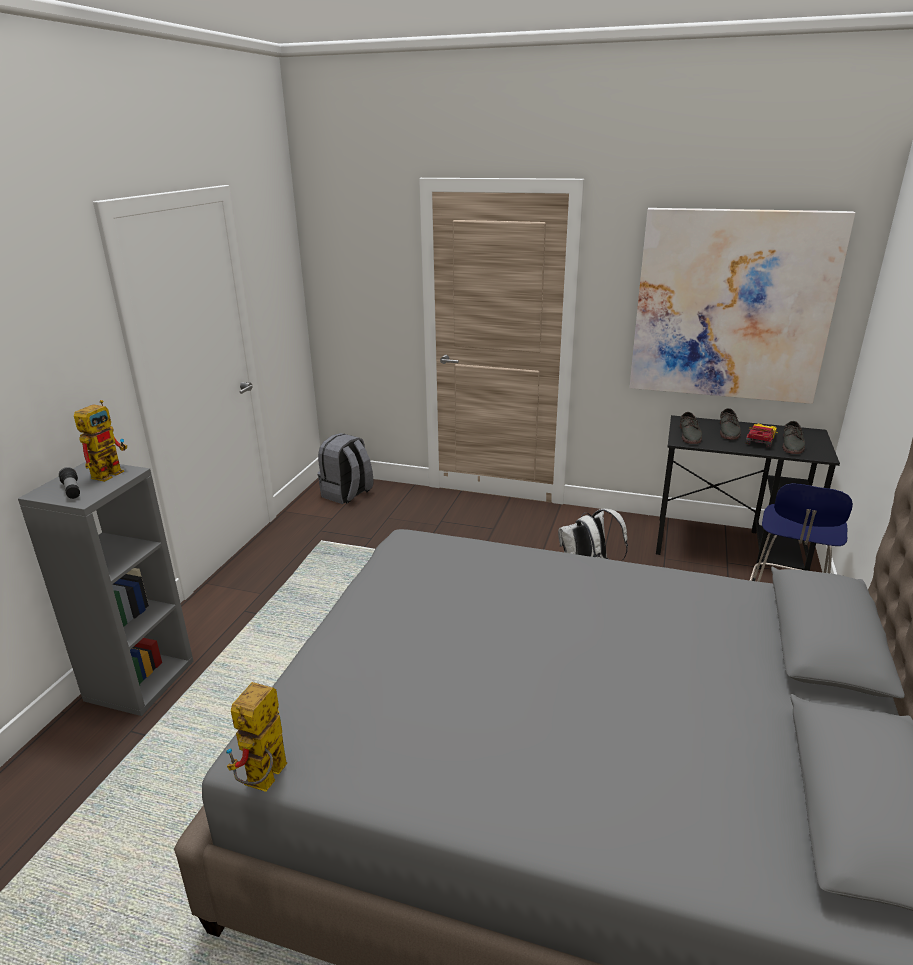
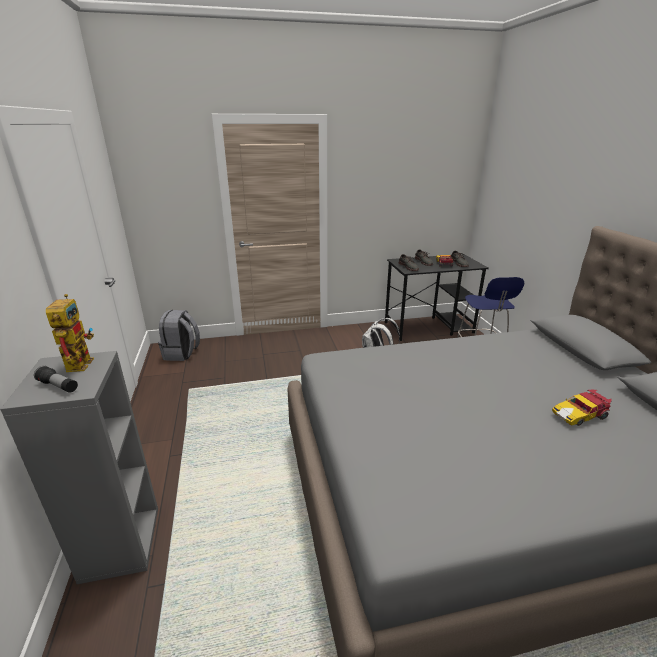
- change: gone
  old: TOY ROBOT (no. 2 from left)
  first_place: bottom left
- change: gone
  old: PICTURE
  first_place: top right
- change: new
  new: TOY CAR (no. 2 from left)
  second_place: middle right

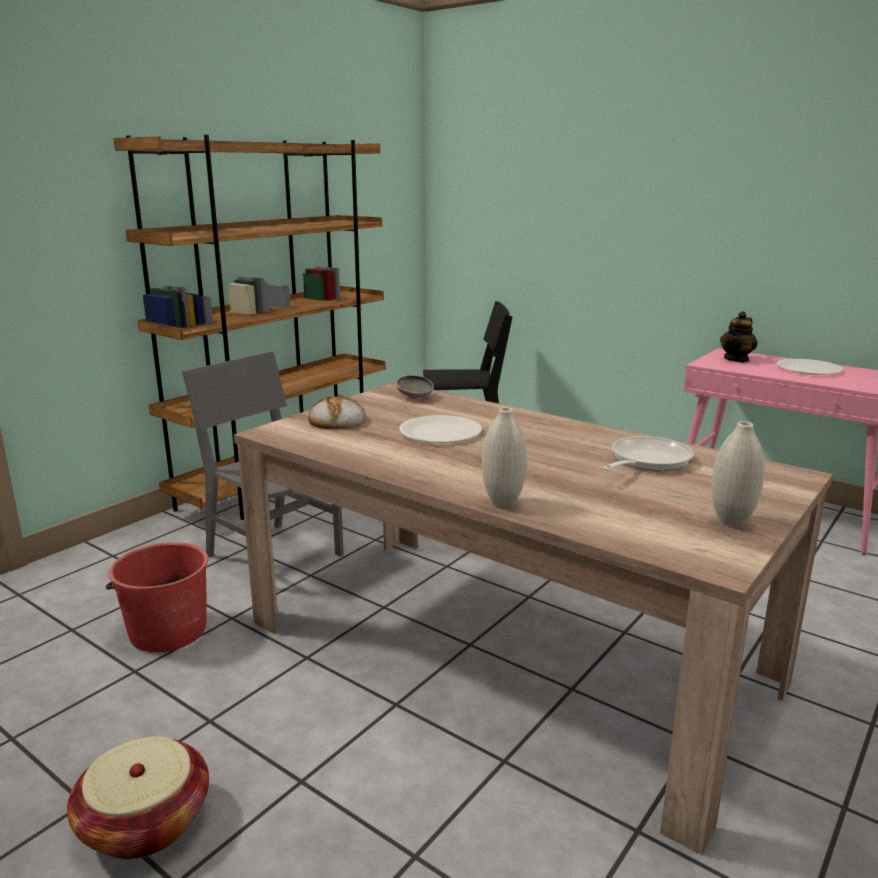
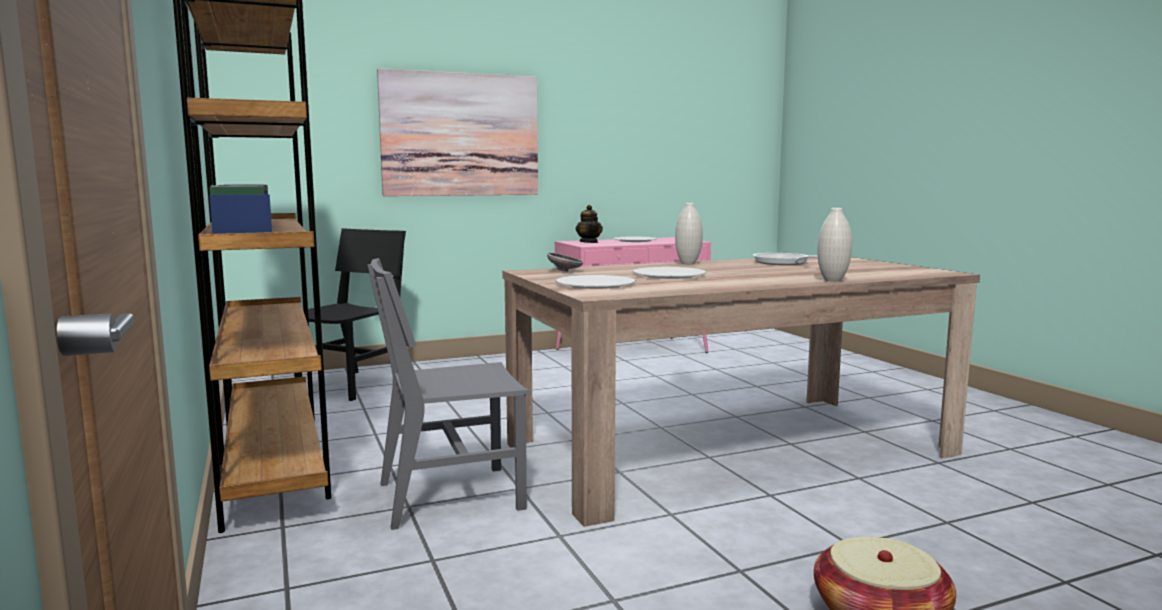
- change: gone
  old: RED BUCKET
  first_place: bottom left
- change: new
  new: PICTURE
  second_place: top centre
- change: shifted
  old: WHITE VASE (no. 2 from left in the first image)
  new: WHITE VASE (no. 1 from left)
  first_place: middle right
  second_place: centre
- change: swapped
  old: BREAD
  new: WHITE PLATE (no. 1 from left)
  first_place: centre
  second_place: centre

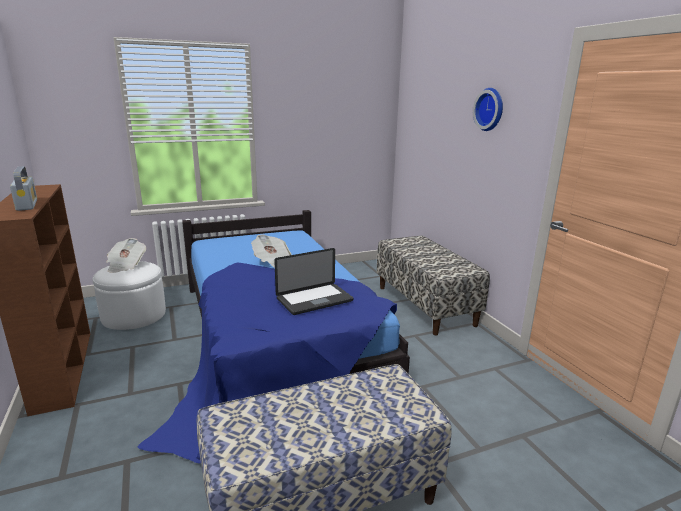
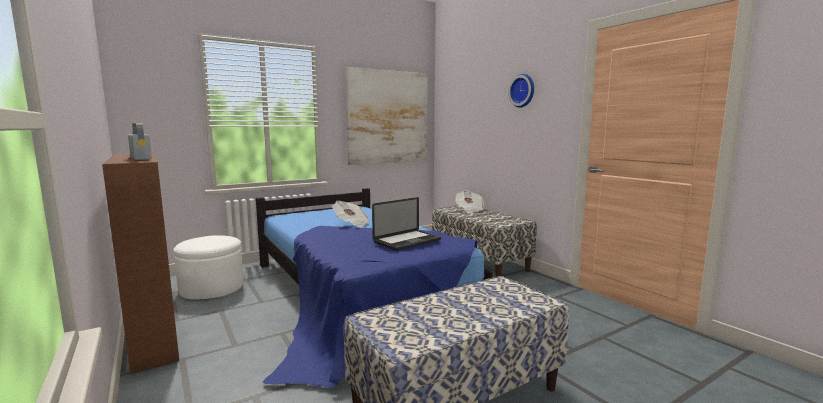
- change: new
  new: PICTURE
  second_place: top centre
- change: shifted
  old: NEWSPAPER (no. 1 from left in the first image)
  new: NEWSPAPER (no. 2 from left)
  first_place: middle left
  second_place: centre

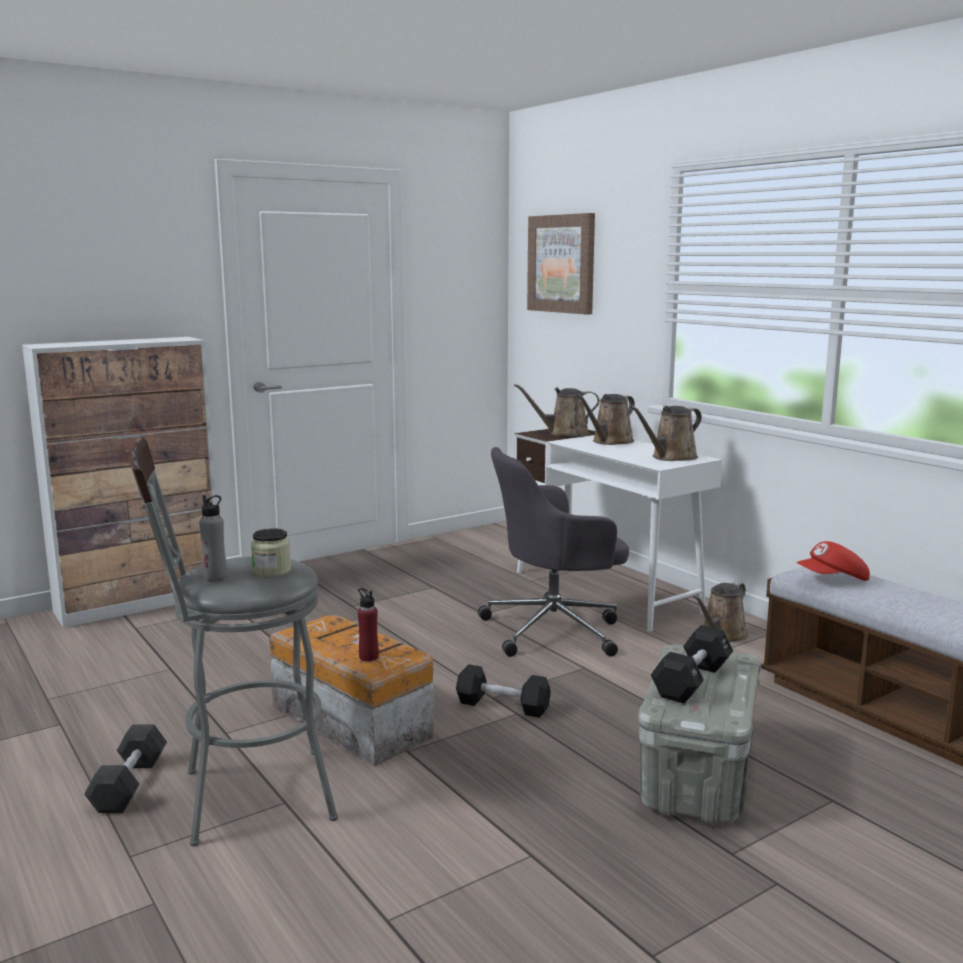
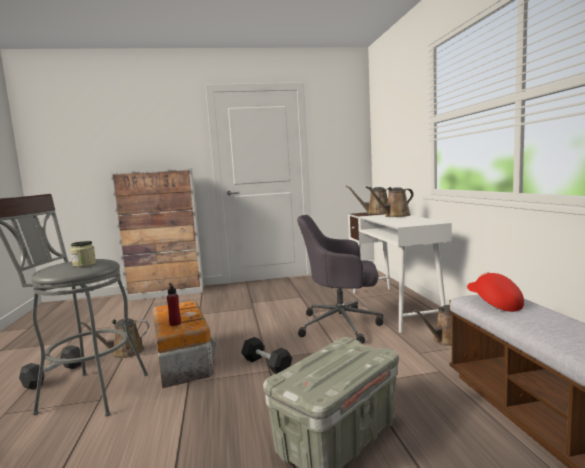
- change: gone
  old: GREY BOTTLE
  first_place: middle left
- change: gone
  old: PICTURE
  first_place: top centre
- change: gone
  old: BLACK DUMBBELL (no. 3 from left)
  first_place: bottom right
- change: shifted
  old: BROWN WATERING CAN (no. 3 from left in the first image)
  new: BROWN WATERING CAN (no. 1 from left)
  first_place: middle right
  second_place: bottom left
- change: rotated
  old: RED CAP
  first_place: middle right
  second_place: middle right
  degrees: 60

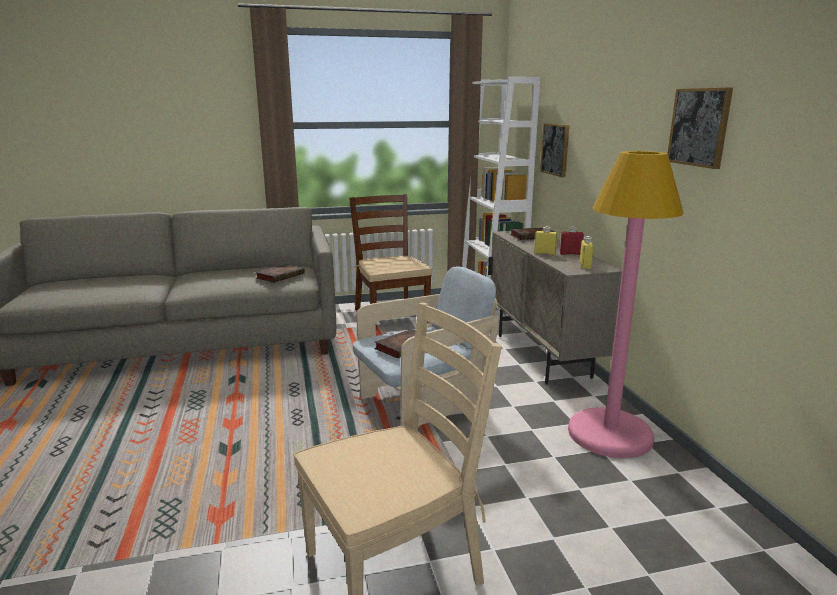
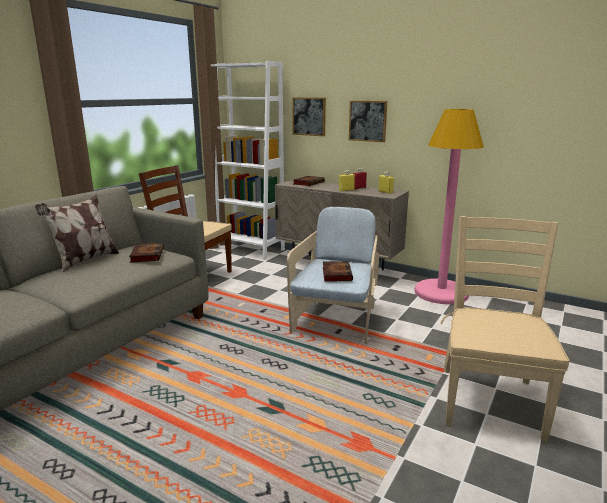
- change: new
  new: PILLOW
  second_place: middle left
- change: shifted
  old: PICTURE (no. 2 from left)
  first_place: top right
  second_place: top centre

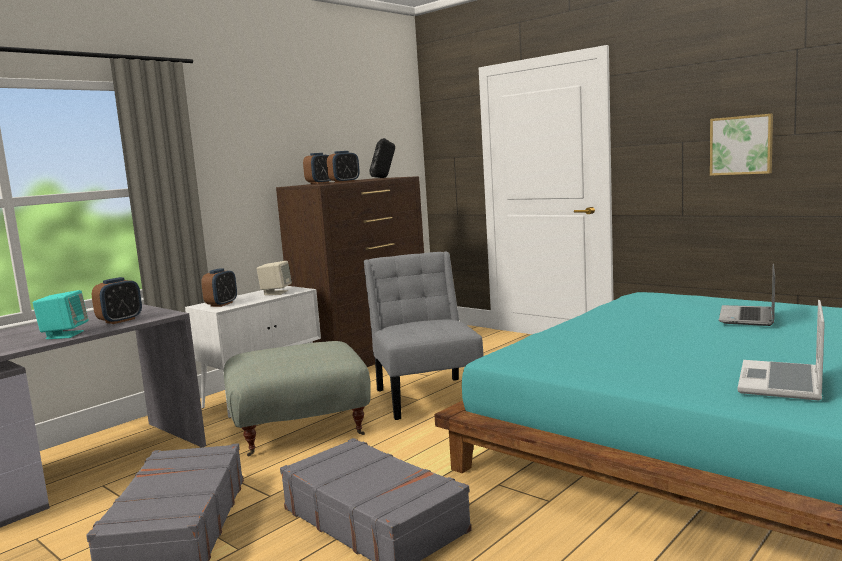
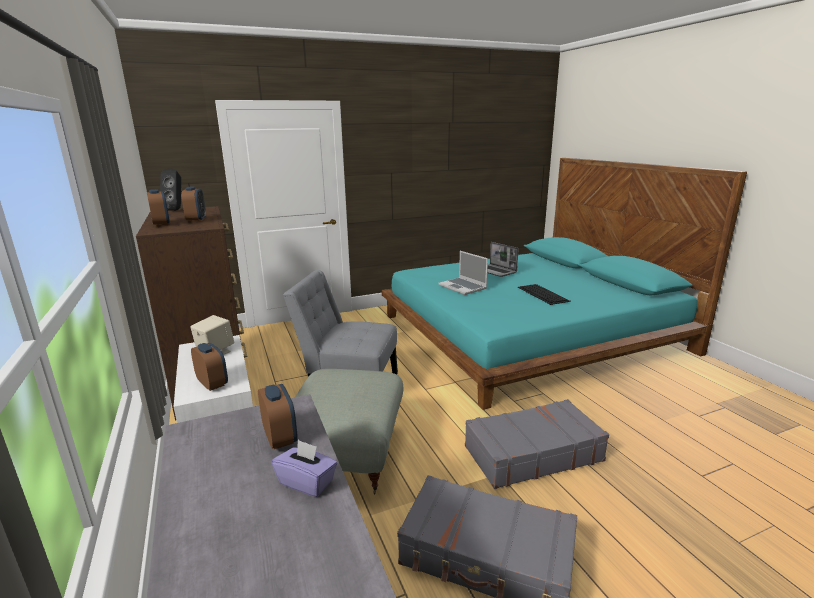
- change: gone
  old: PICTURE
  first_place: top right
- change: new
  new: KEYBOARD
  second_place: middle right
- change: shifted
  old: LAPTOP (no. 2 from left in the first image)
  new: LAPTOP (no. 1 from left)
  first_place: middle right
  second_place: centre
- change: swapped
  old: TURQUOISE SPEAKER
  new: PURPLE TISSUE BOX
  first_place: middle left
  second_place: bottom centre

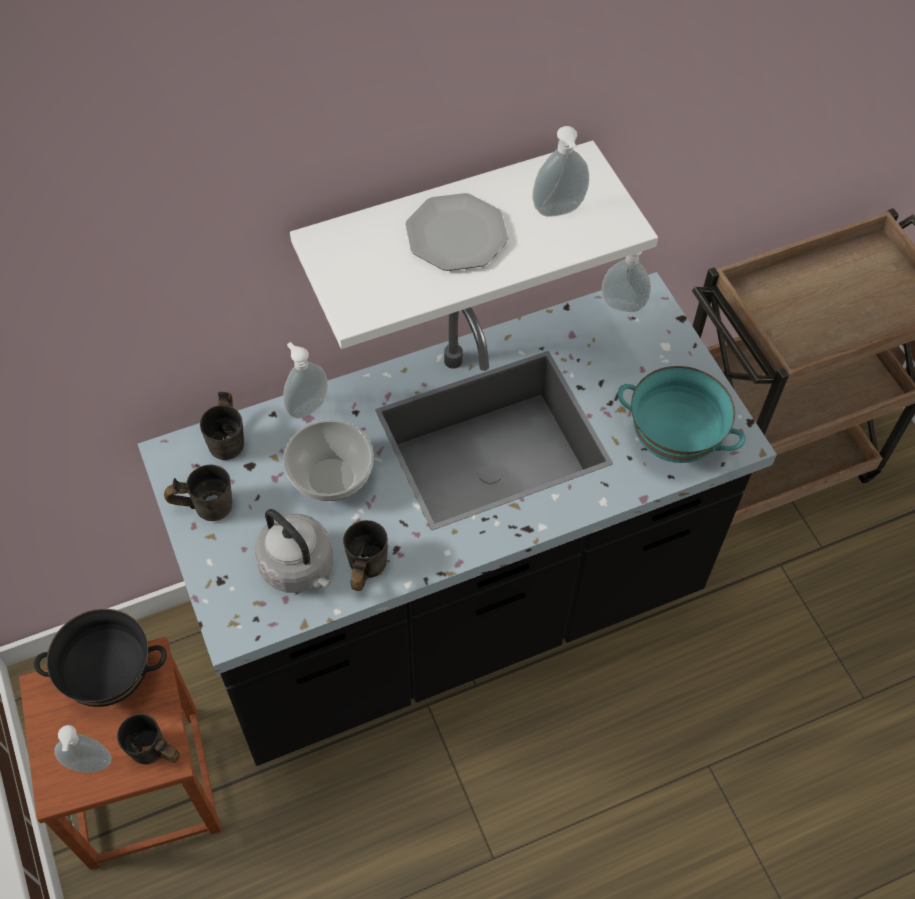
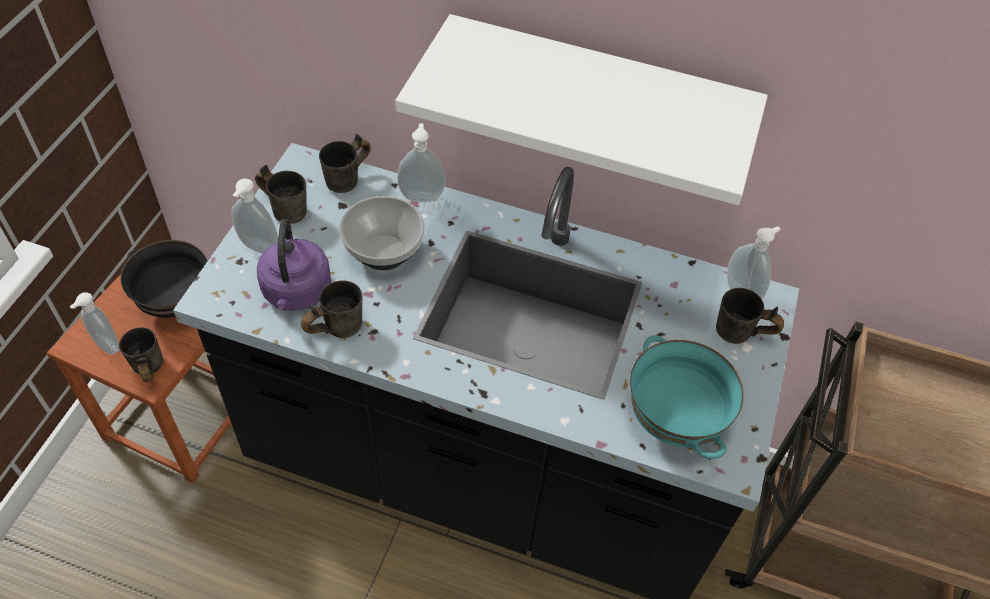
- change: gone
  old: PLATE
  first_place: top centre
- change: new
  new: GREY MUG (no. 5 from left)
  second_place: middle right
- change: shifted
  old: SOAP DISPENSER (no. 3 from left in the first image)
  new: SOAP DISPENSER (no. 2 from left)
  first_place: top centre
  second_place: middle left
- change: repainted
  old: GREY KETTLE
  new: PURPLE KETTLE
  first_place: middle left
  second_place: middle left

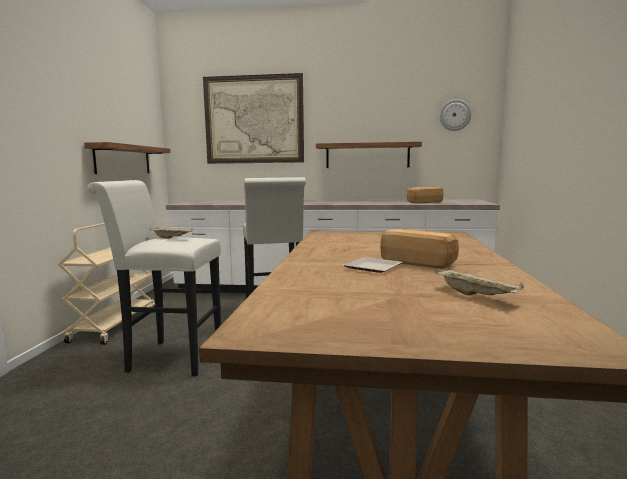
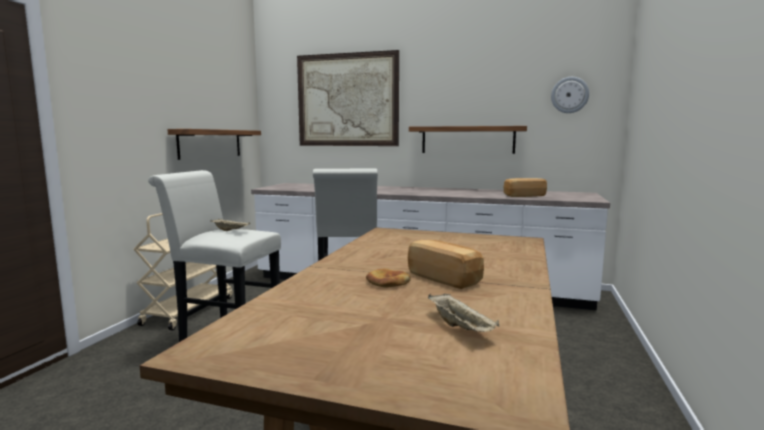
- change: swapped
  old: PLATE
  new: BREAD (no. 1 from left)
  first_place: centre
  second_place: centre

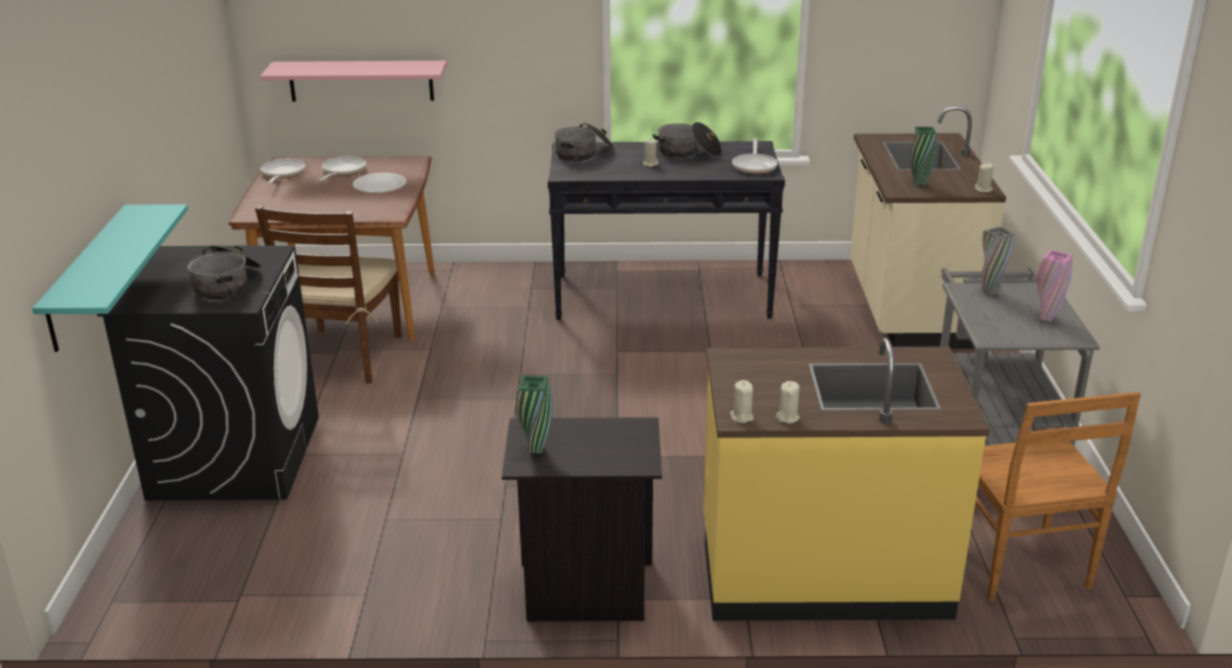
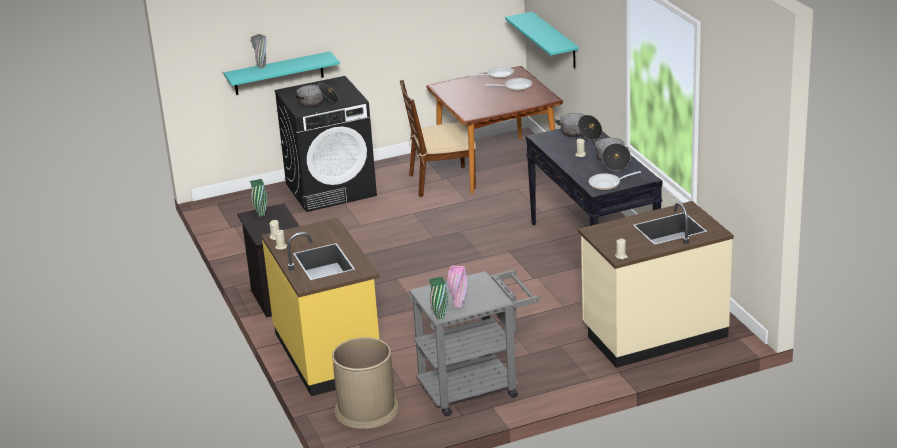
- change: gone
  old: WHITE PLATE
  first_place: top left
- change: shifted
  old: GREEN VASE (no. 2 from left)
  first_place: top right
  second_place: centre
- change: shifted
  old: GREY VASE
  first_place: middle right
  second_place: top left
- change: swapped
  old: BROWN CHAIR (no. 2 from left)
  new: BROWN TRASH CAN
  first_place: bottom right
  second_place: bottom centre
- change: repainted
  old: PINK SHELF
  new: TURQUOISE SHELF (no. 2 from left)
  first_place: top left
  second_place: top centre

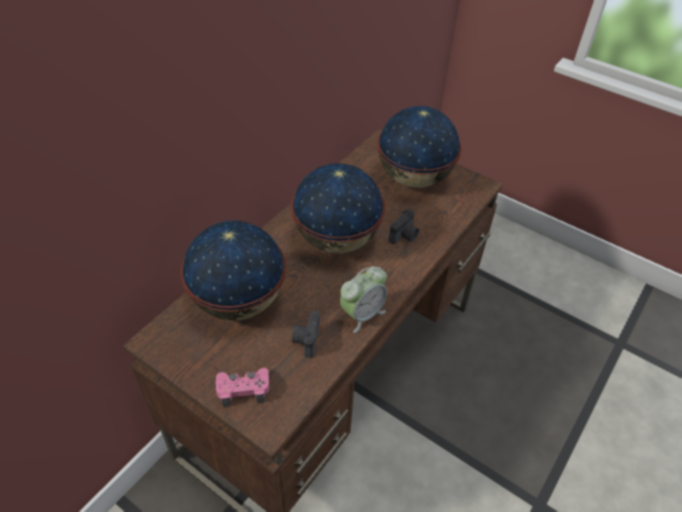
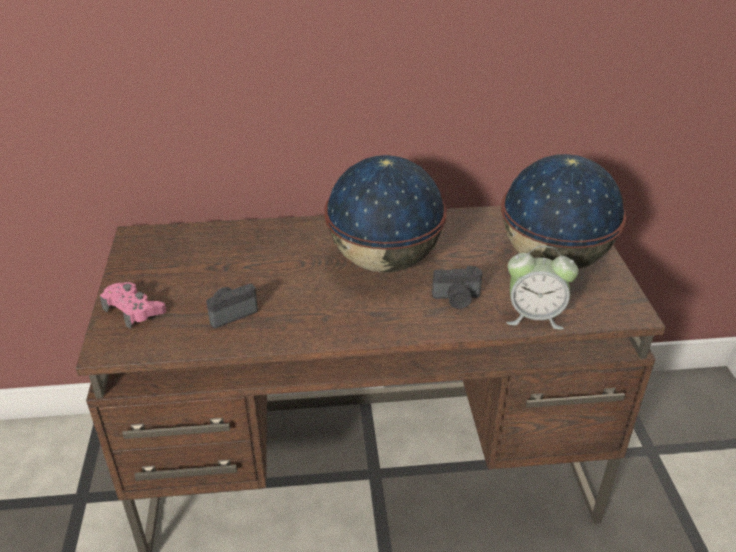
- change: gone
  old: GLOBE (no. 1 from left)
  first_place: centre
- change: shifted
  old: ALARM CLOCK
  first_place: centre
  second_place: middle right

